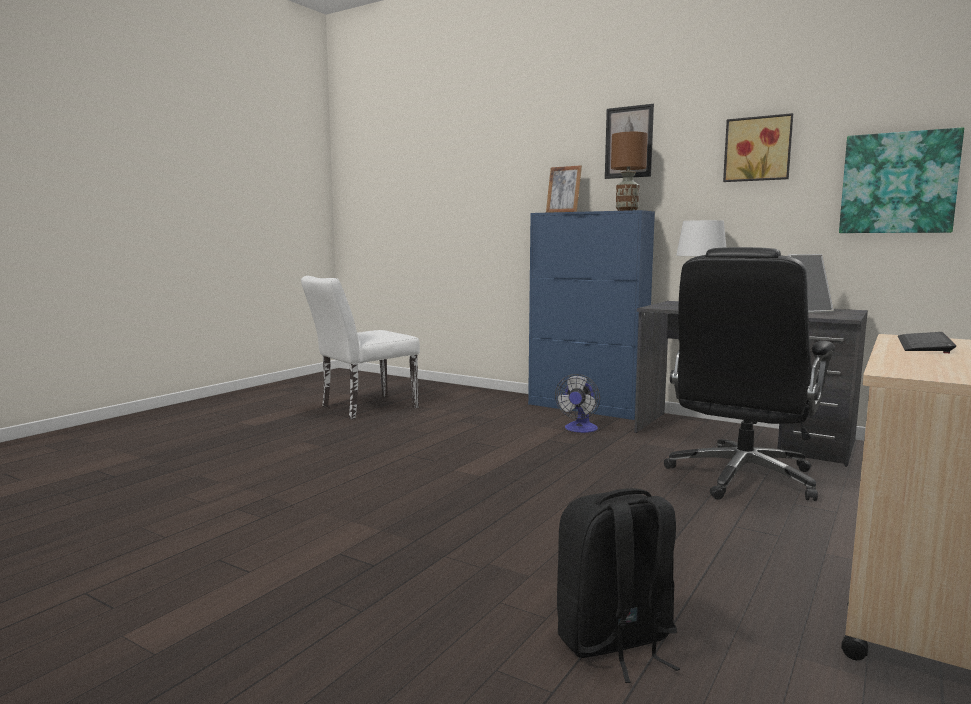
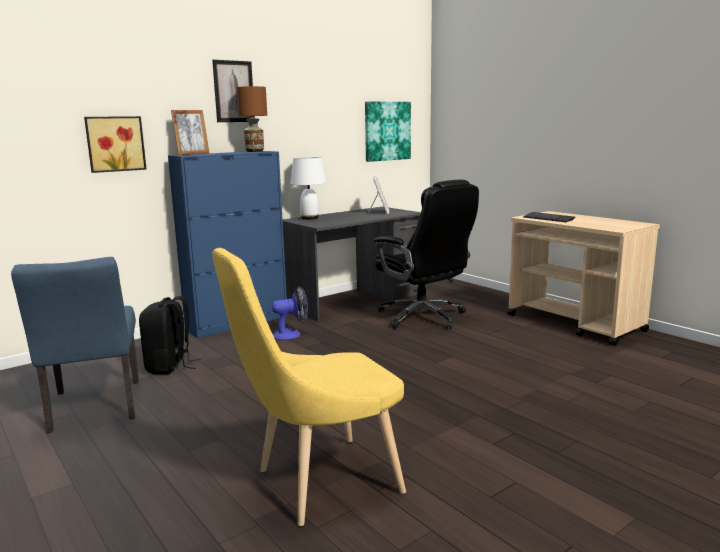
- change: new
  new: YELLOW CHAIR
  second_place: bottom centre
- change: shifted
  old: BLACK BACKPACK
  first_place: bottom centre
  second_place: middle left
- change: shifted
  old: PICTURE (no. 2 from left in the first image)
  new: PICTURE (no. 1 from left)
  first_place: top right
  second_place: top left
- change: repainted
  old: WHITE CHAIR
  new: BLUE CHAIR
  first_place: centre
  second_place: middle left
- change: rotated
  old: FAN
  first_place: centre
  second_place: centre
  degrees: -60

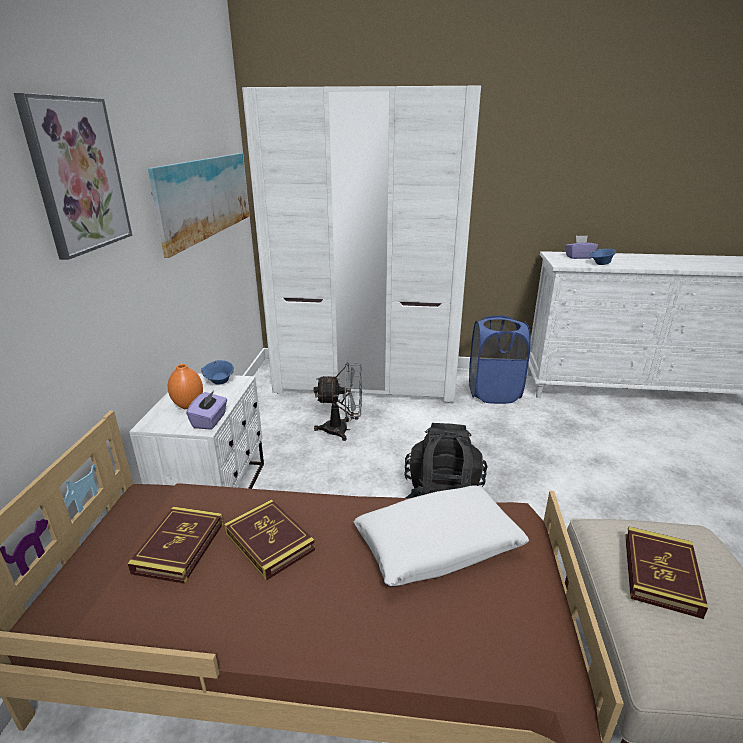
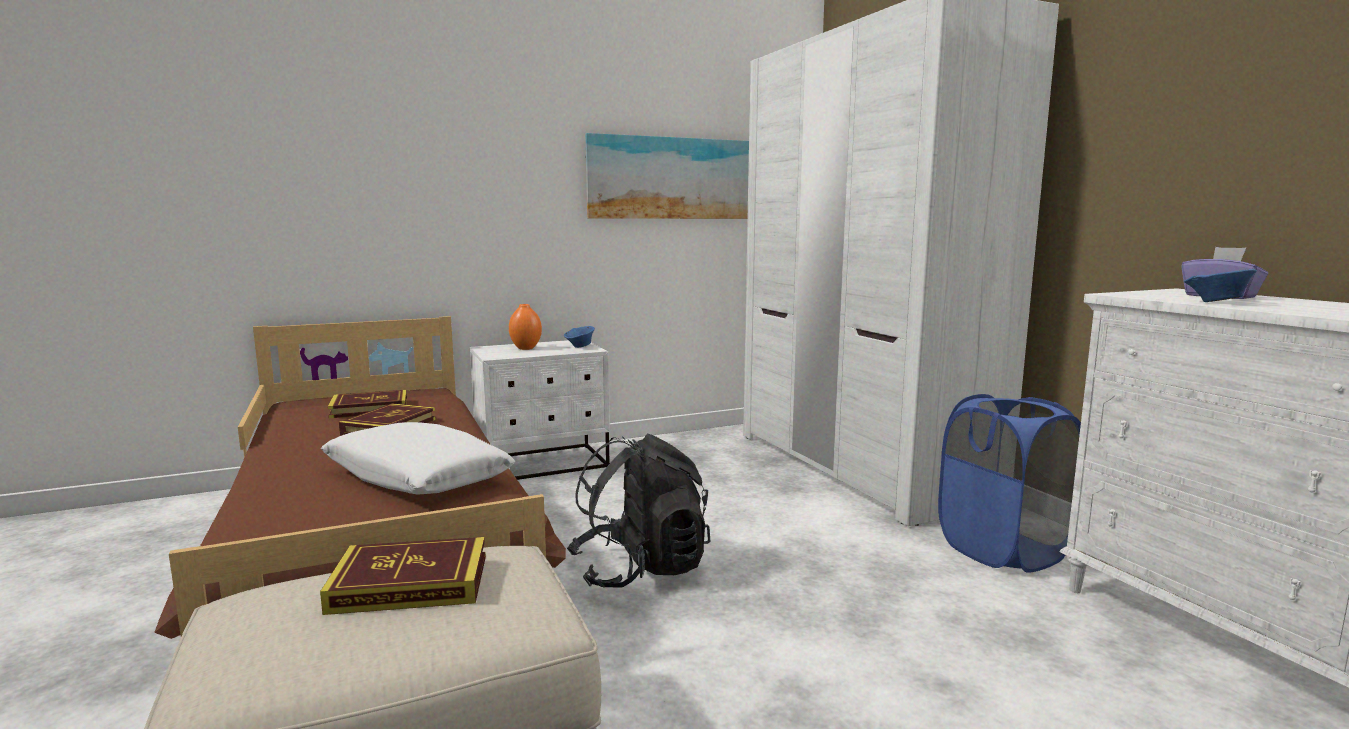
- change: gone
  old: PICTURE (no. 1 from left)
  first_place: top left
- change: gone
  old: PURPLE TISSUE BOX (no. 1 from left)
  first_place: middle left
- change: gone
  old: GREY FAN
  first_place: centre

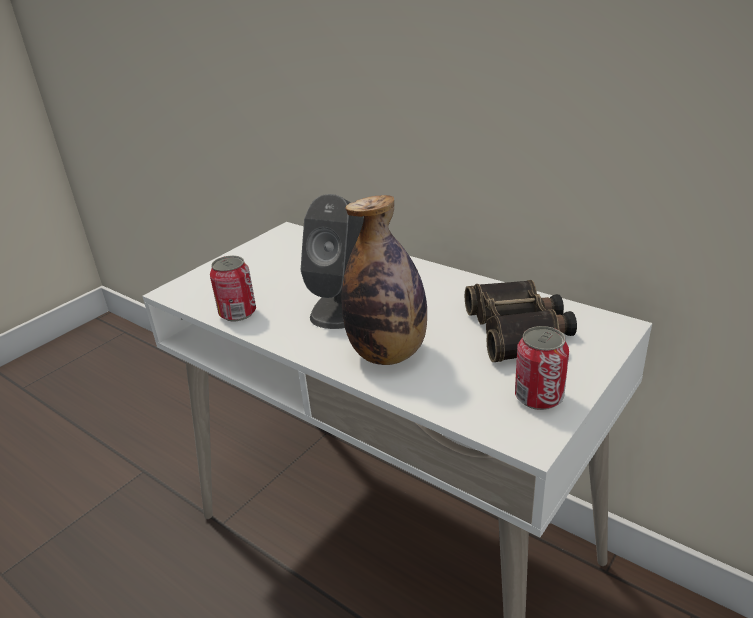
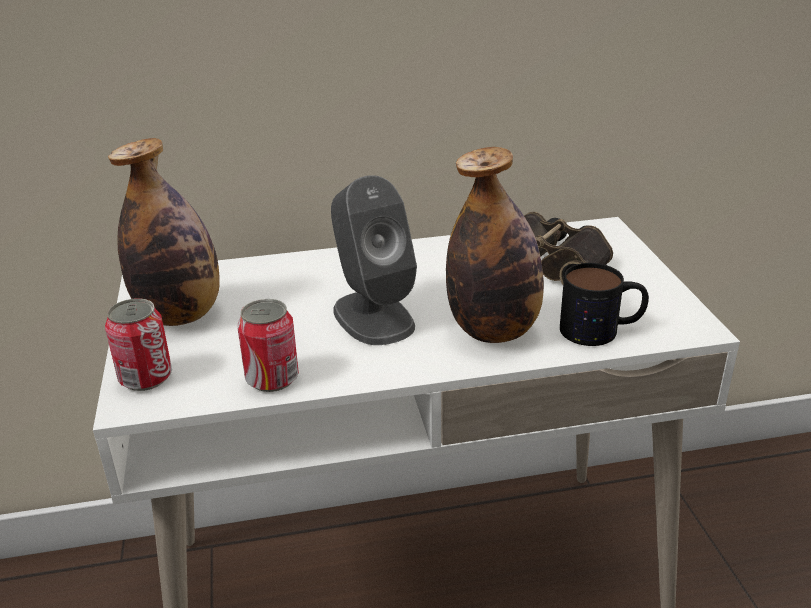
- change: new
  new: BOTTLE (no. 1 from left)
  second_place: middle left
- change: new
  new: MUG
  second_place: middle right
- change: shifted
  old: CAN (no. 2 from left in the first image)
  new: CAN (no. 1 from left)
  first_place: middle right
  second_place: middle left

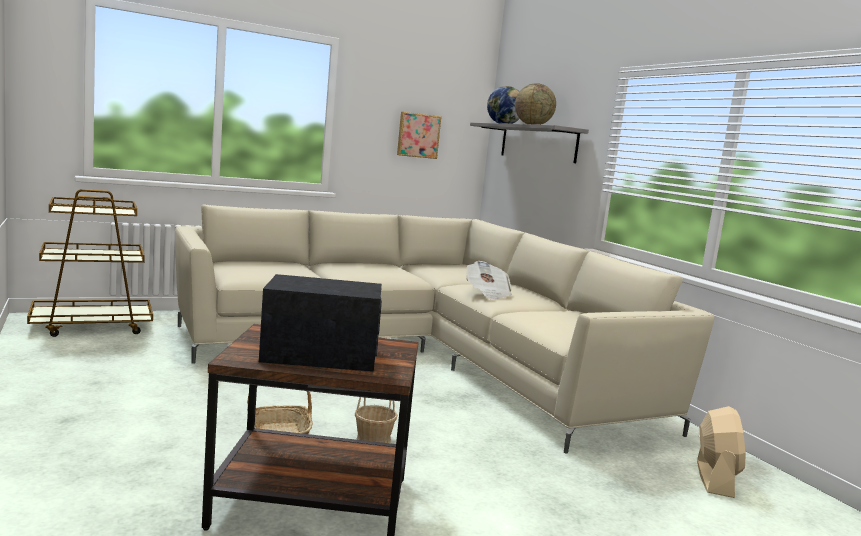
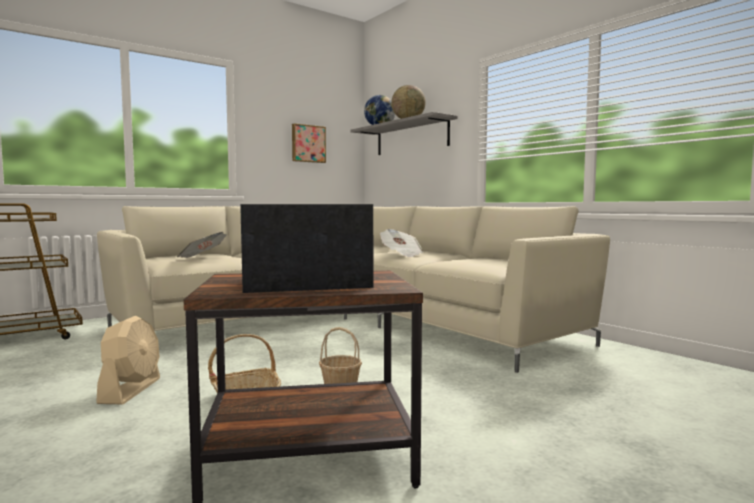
- change: new
  new: NEWSPAPER (no. 1 from left)
  second_place: middle left
- change: shifted
  old: BEIGE FAN
  first_place: bottom right
  second_place: bottom left

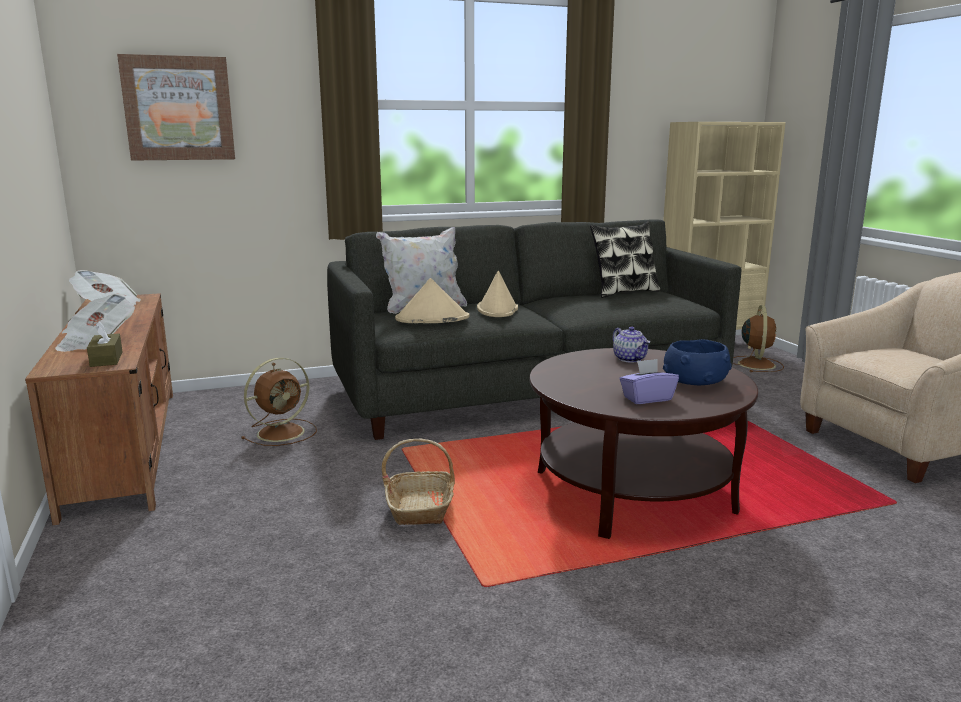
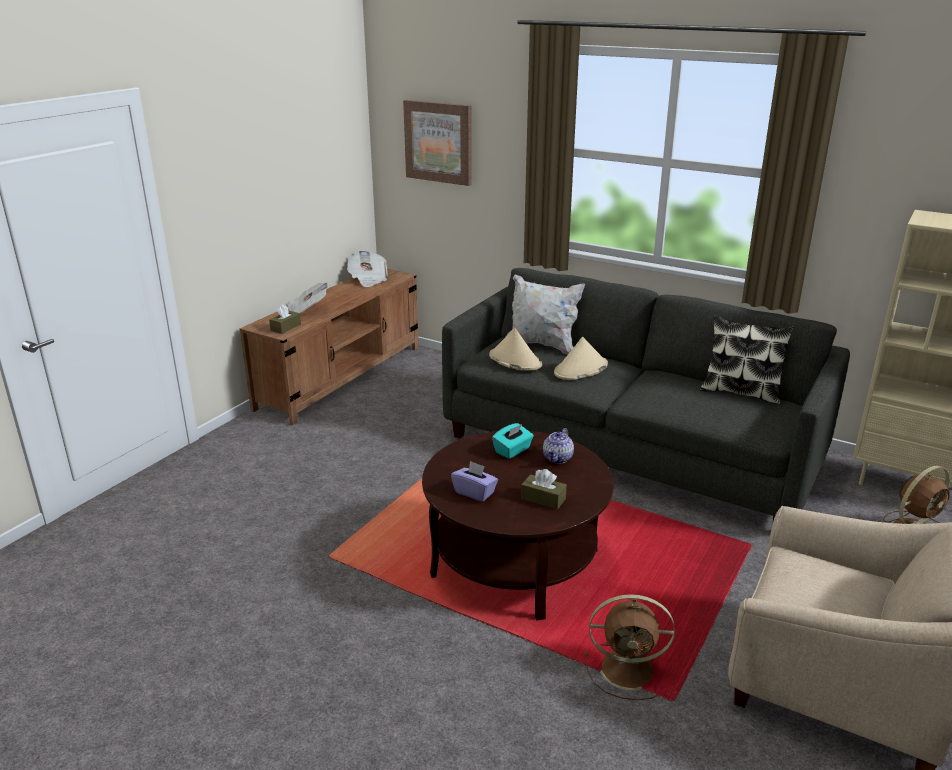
- change: gone
  old: BASKET
  first_place: bottom centre
- change: new
  new: TURQUOISE TISSUE BOX
  second_place: centre
- change: shifted
  old: BROWN FAN (no. 1 from left)
  first_place: middle left
  second_place: bottom centre
- change: swapped
  old: BLUE BOWL
  new: BROWN TISSUE BOX (no. 2 from left)
  first_place: middle right
  second_place: centre

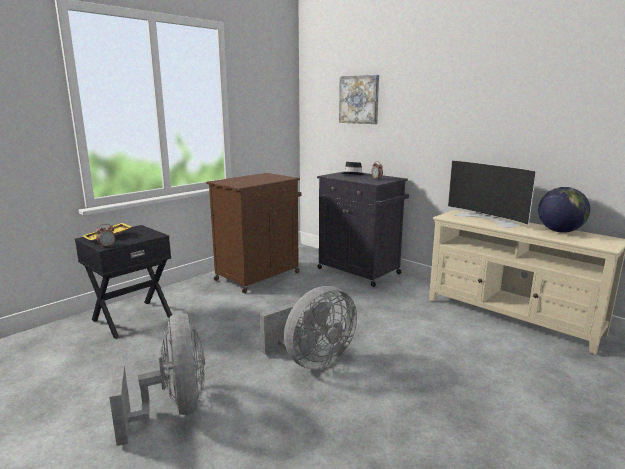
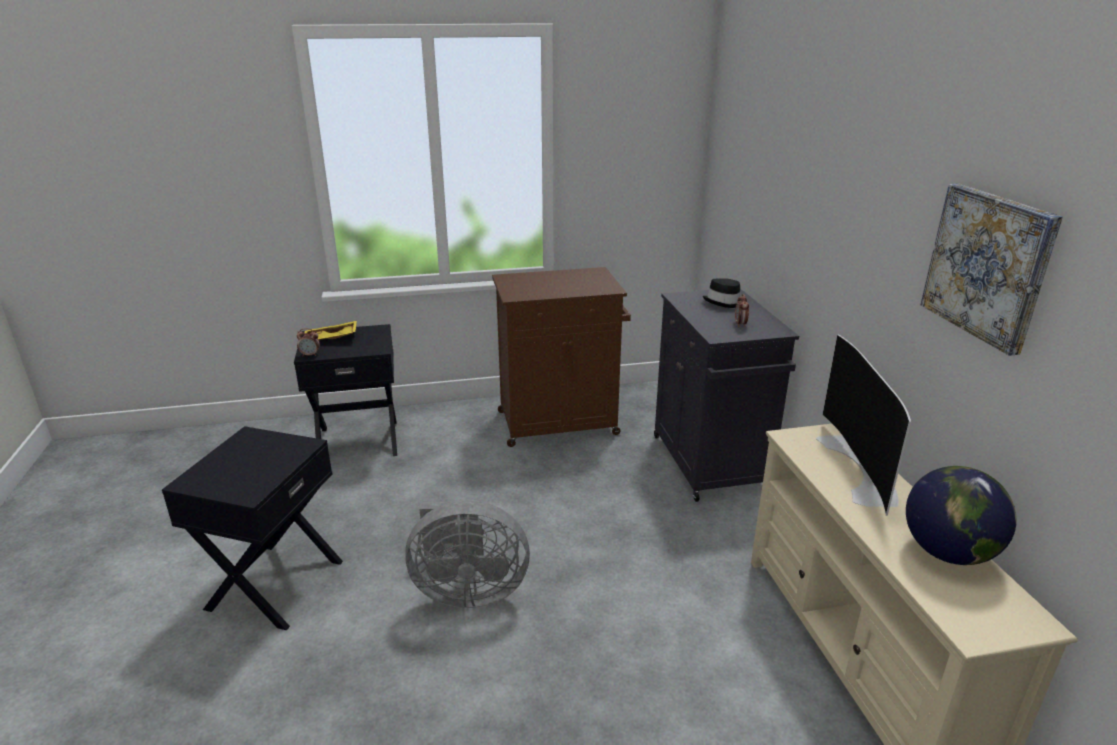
- change: shifted
  old: PICTURE
  first_place: top centre
  second_place: middle right
- change: swapped
  old: GREY FAN (no. 1 from left)
  new: BLACK SIDE TABLE
  first_place: bottom left
  second_place: bottom left

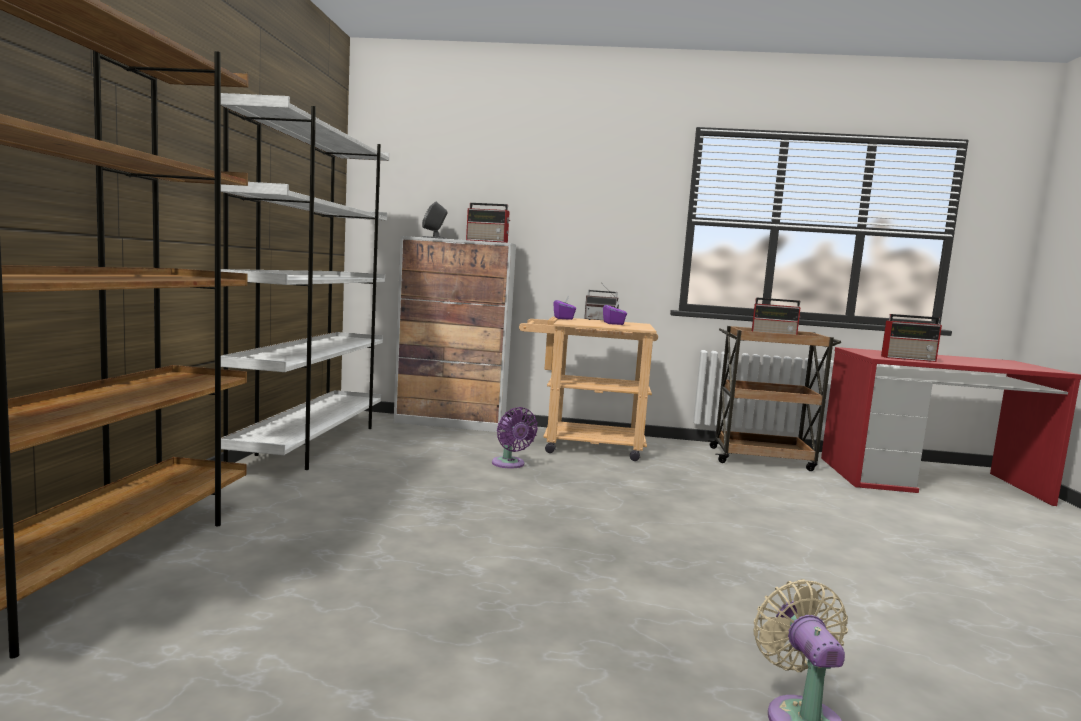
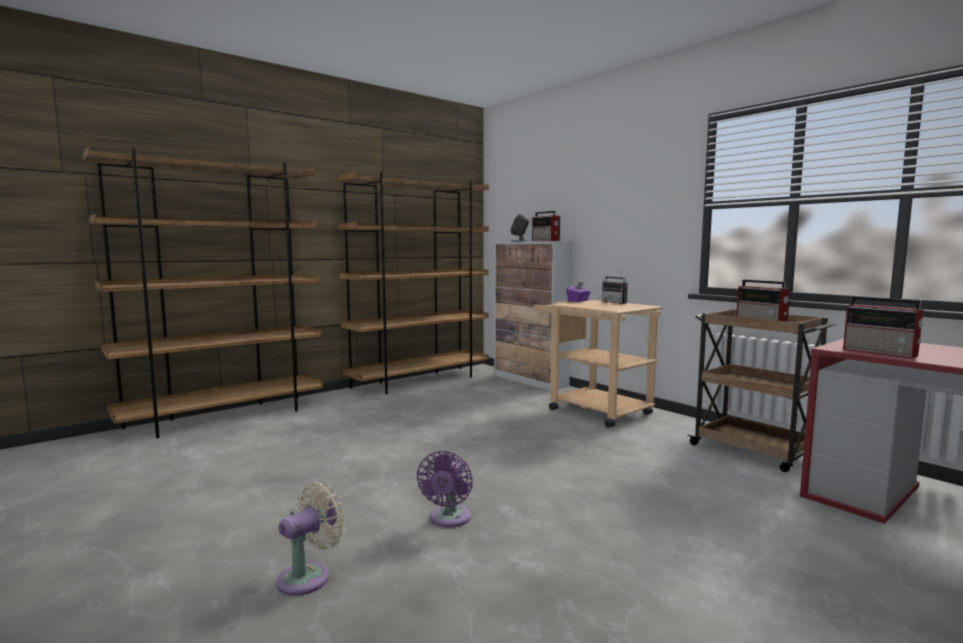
- change: gone
  old: PURPLE TISSUE BOX (no. 2 from left)
  first_place: centre
- change: shifted
  old: PURPLE FAN
  first_place: centre
  second_place: bottom centre
- change: repainted
  old: WHITE BOOKCASE
  new: BROWN BOOKCASE (no. 2 from left)
  first_place: middle left
  second_place: centre

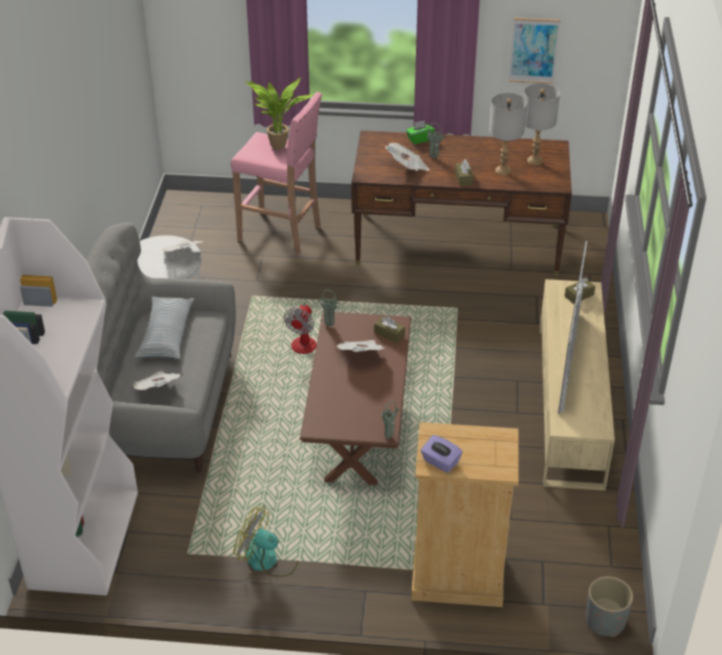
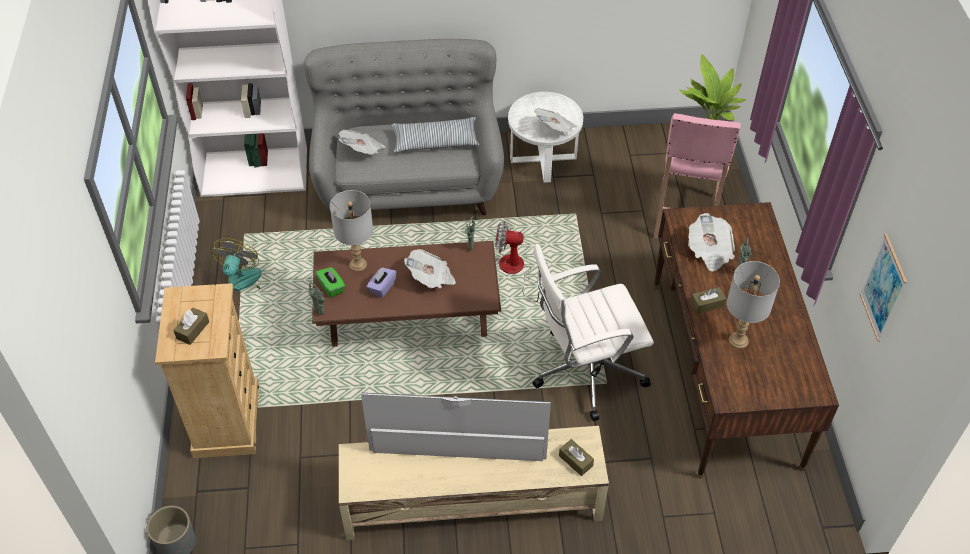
- change: new
  new: WHITE OFFICE CHAIR
  second_place: centre
- change: shifted
  old: BROWN TISSUE BOX (no. 1 from left)
  first_place: centre
  second_place: middle left
- change: shifted
  old: GREEN TISSUE BOX
  first_place: top centre
  second_place: centre
- change: shifted
  old: PURPLE TISSUE BOX
  first_place: bottom centre
  second_place: centre
- change: shifted
  old: GREY TABLE LAMP (no. 2 from left in the first image)
  new: GREY TABLE LAMP (no. 1 from left)
  first_place: top right
  second_place: centre

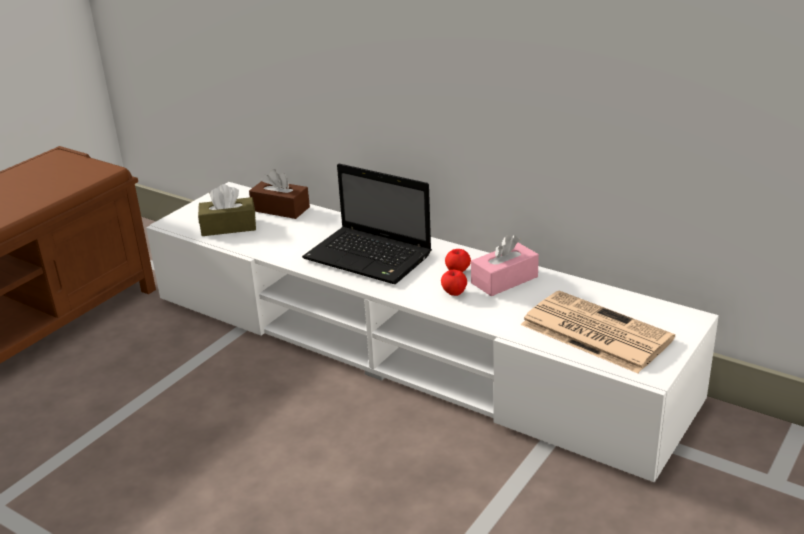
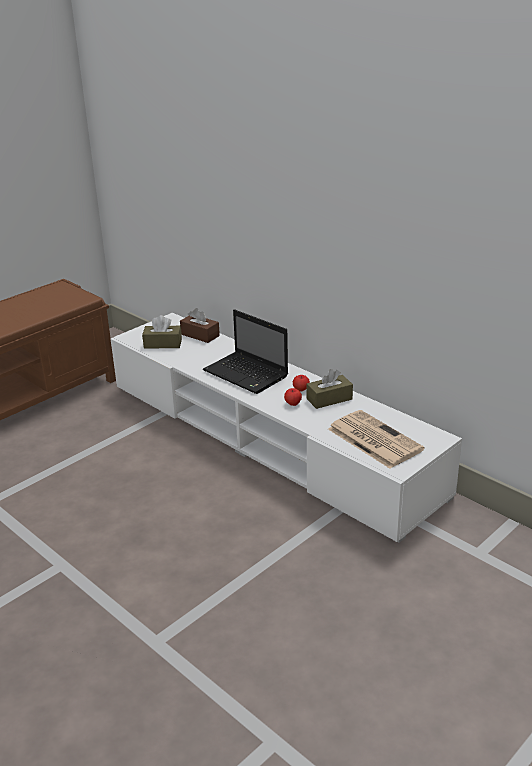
- change: repainted
  old: PINK TISSUE BOX
  new: BROWN TISSUE BOX (no. 3 from left)
  first_place: centre
  second_place: centre

